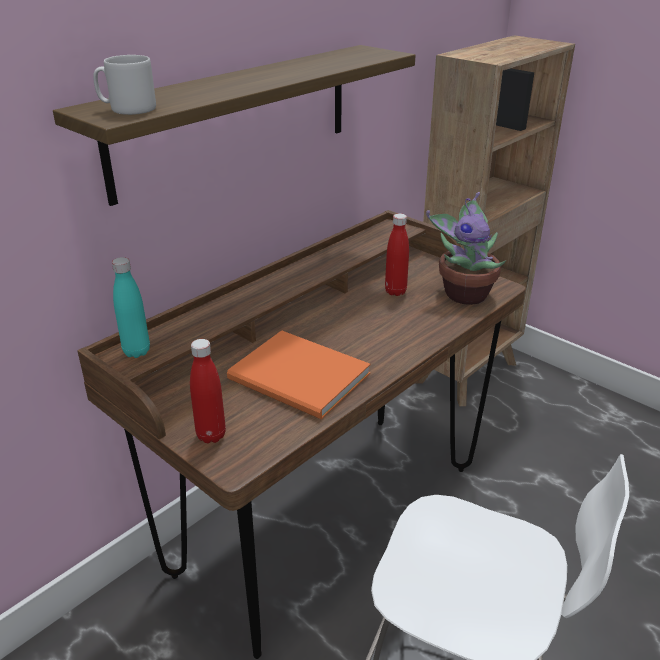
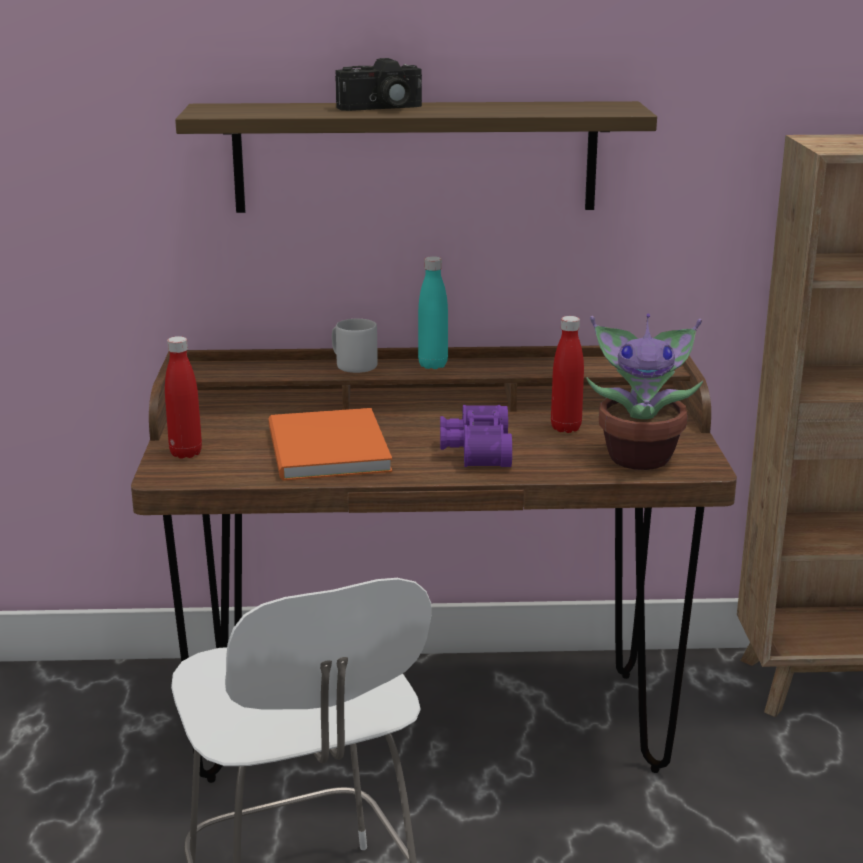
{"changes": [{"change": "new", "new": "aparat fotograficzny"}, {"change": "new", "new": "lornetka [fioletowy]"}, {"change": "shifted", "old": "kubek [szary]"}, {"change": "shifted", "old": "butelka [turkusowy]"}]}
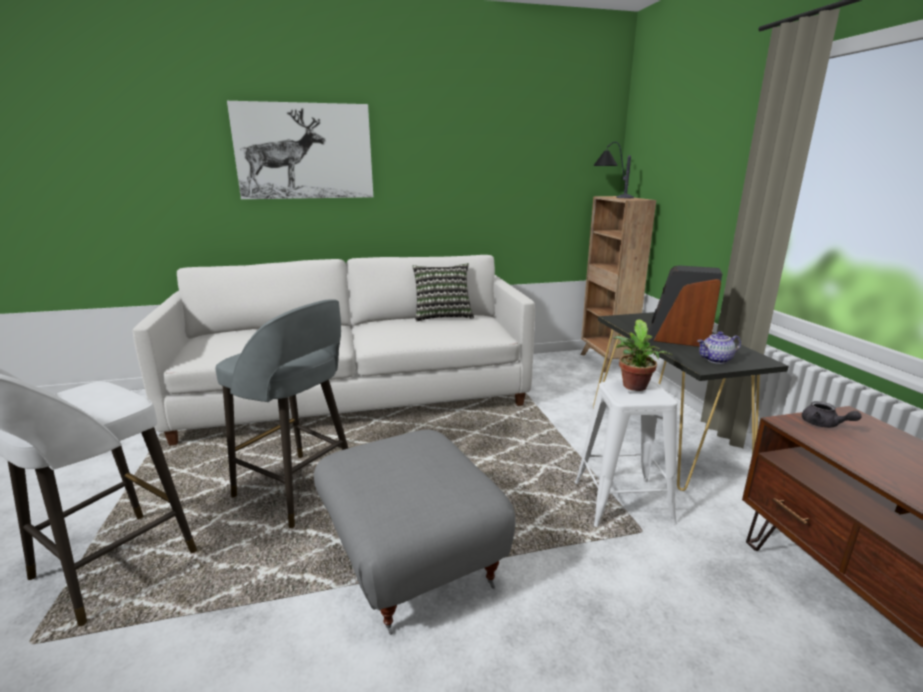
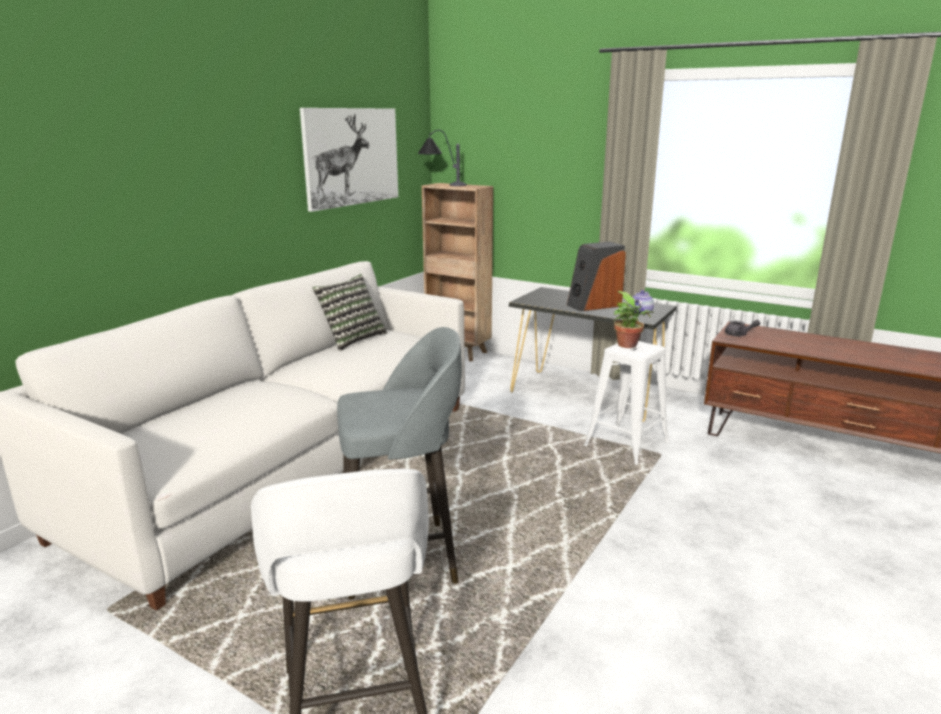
{"changes": [{"change": "gone", "old": "pufa [szary]"}, {"change": "shifted", "old": "obraz"}]}
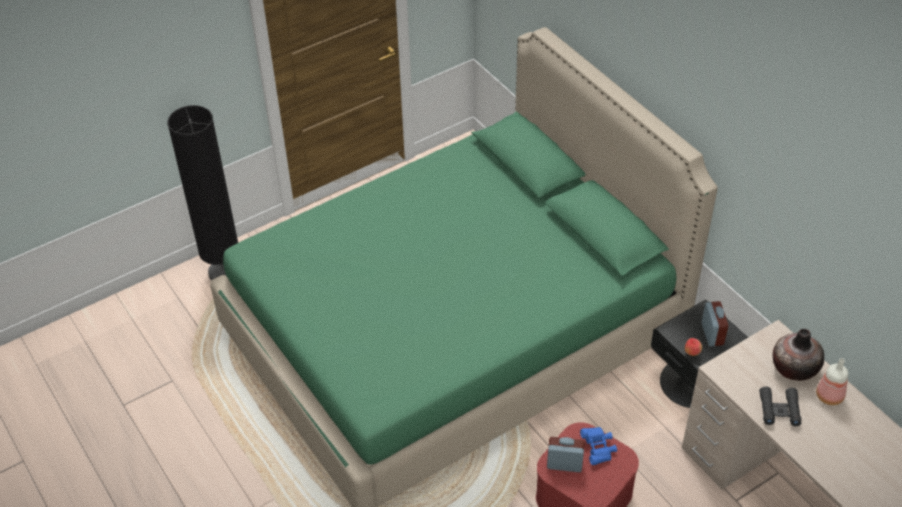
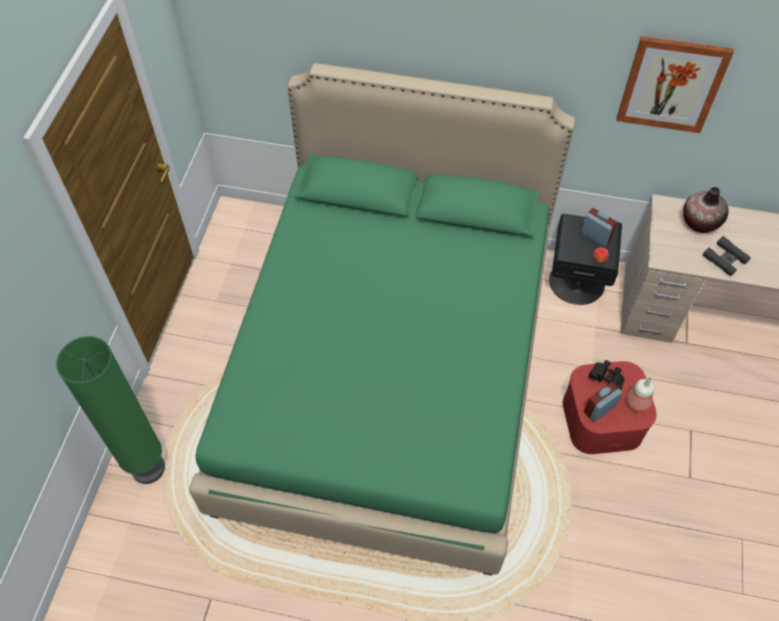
{"changes": [{"change": "new", "new": "obraz"}, {"change": "shifted", "old": "butelka"}, {"change": "repainted", "old": "lampa stojąca [czarny]", "new": "lampa stojąca [zielony]"}, {"change": "repainted", "old": "lornetka [niebieski]", "new": "lornetka [czarny] (no. 1 from left)"}]}
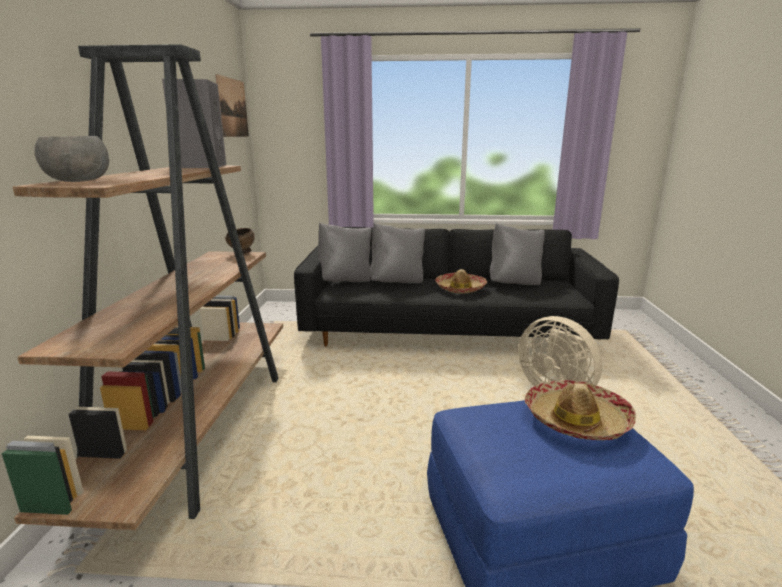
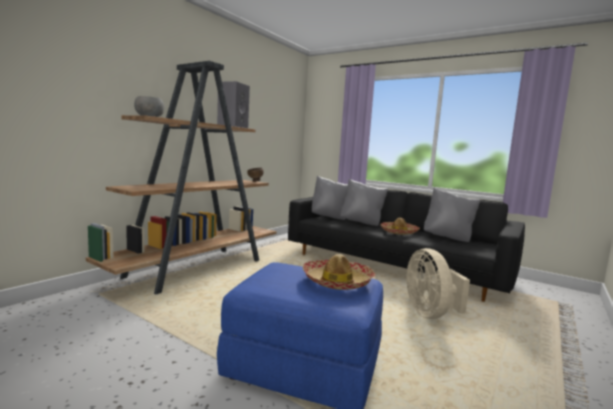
{"changes": [{"change": "gone", "old": "obraz"}]}
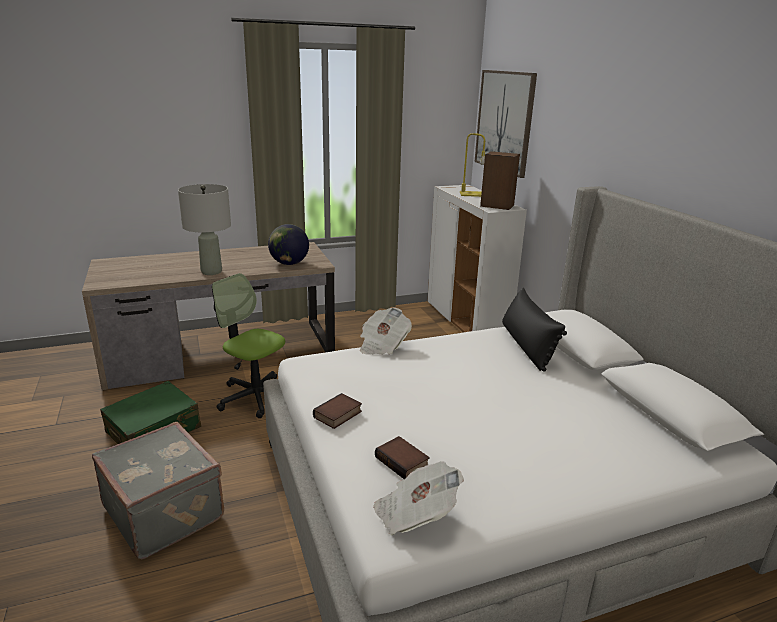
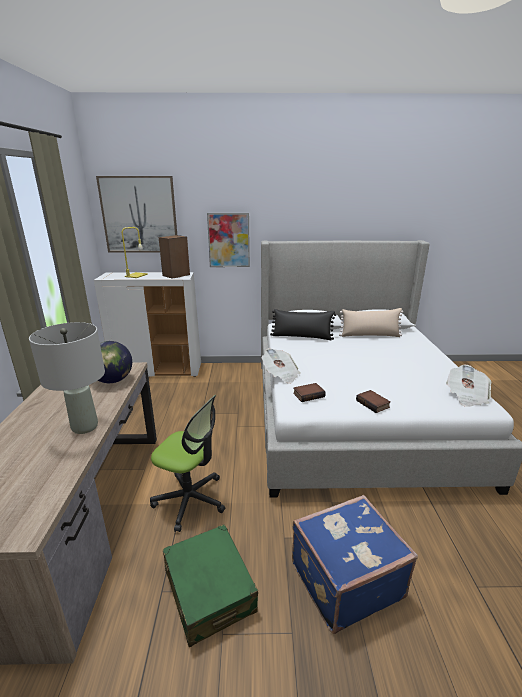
{"changes": [{"change": "new", "new": "obraz (no. 2 from left)"}, {"change": "new", "new": "poduszka [beżowy]"}, {"change": "shifted", "old": "książka (no. 2 from left in the first image)", "new": "książka (no. 1 from left)"}, {"change": "repainted", "old": "walizka [szary]", "new": "walizka [niebieski]"}, {"change": "rotated", "old": "krzesło biurowe", "degrees": -120}]}
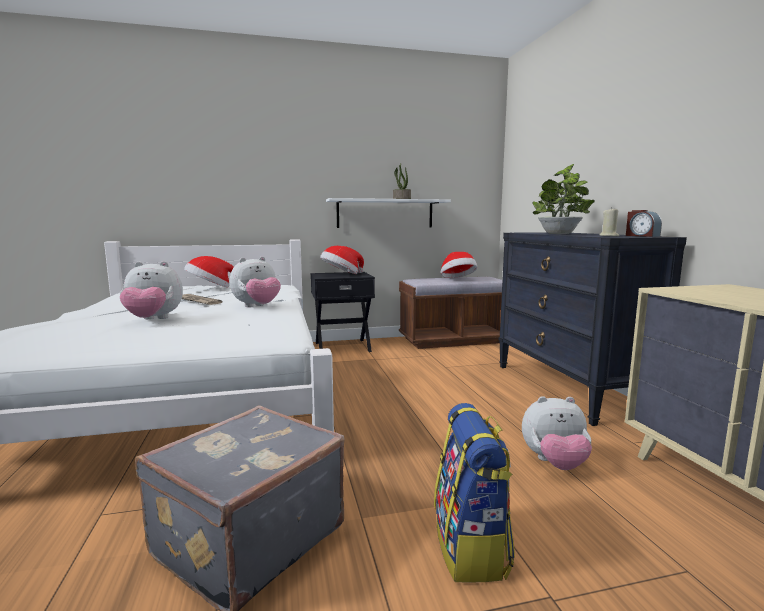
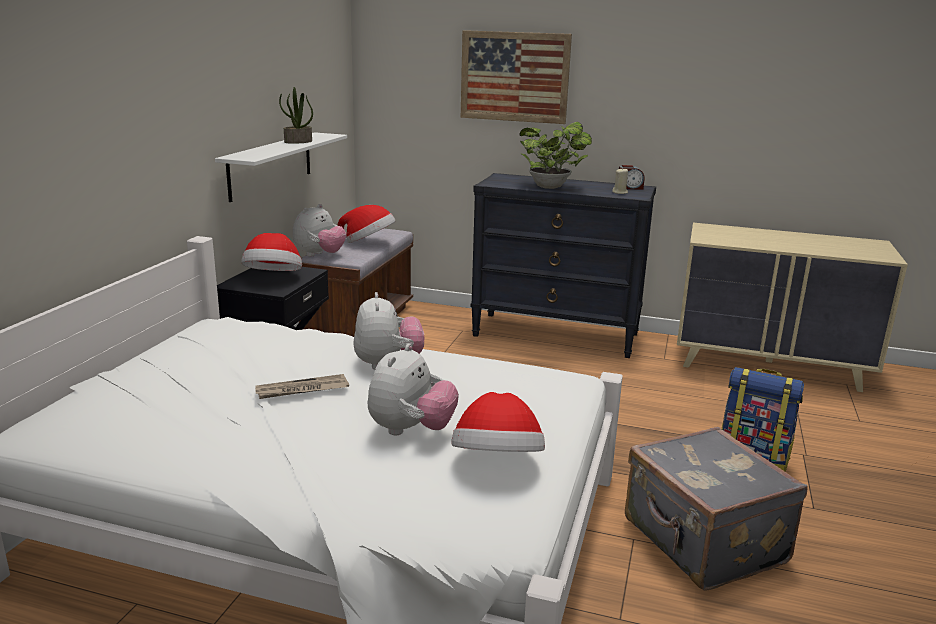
{"changes": [{"change": "new", "new": "obraz"}, {"change": "shifted", "old": "kapelusz (no. 1 from left in the first image)", "new": "kapelusz (no. 3 from left)"}, {"change": "shifted", "old": "pluszak (no. 3 from left in the first image)", "new": "pluszak (no. 1 from left)"}]}
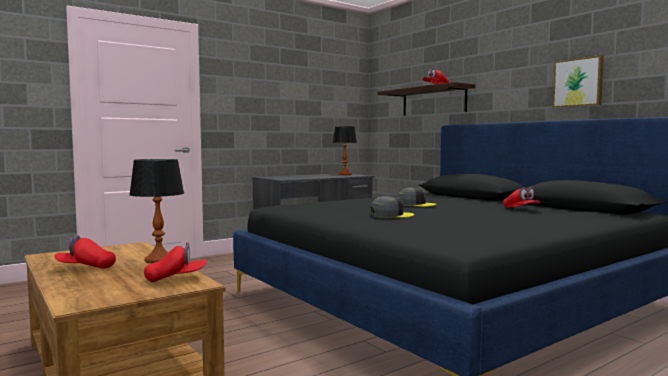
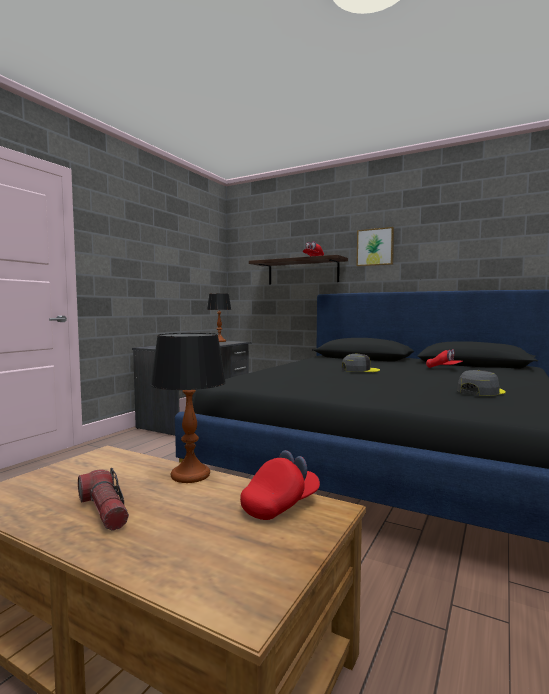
{"changes": [{"change": "shifted", "old": "czapka z daszkiem [szary] (no. 1 from left in the first image)", "new": "czapka z daszkiem [szary] (no. 2 from left)"}, {"change": "shifted", "old": "obraz"}, {"change": "swapped", "old": "czapka z daszkiem [czerwony] (no. 1 from left)", "new": "latarka"}]}
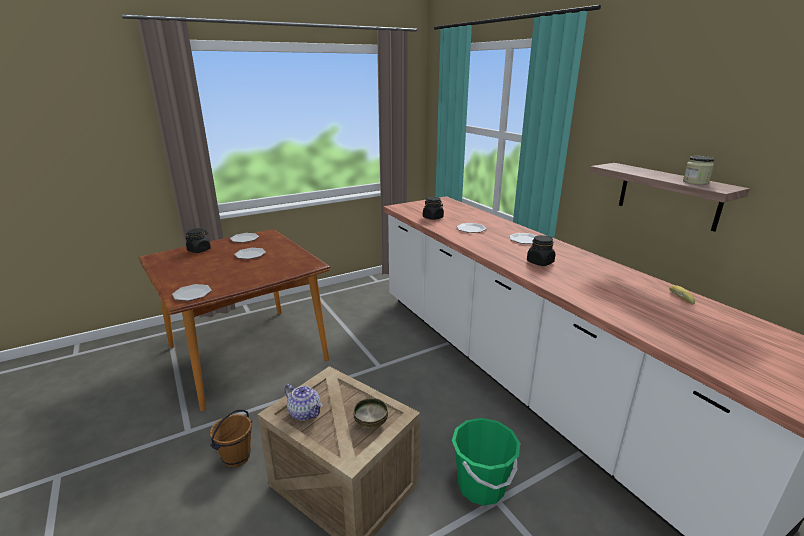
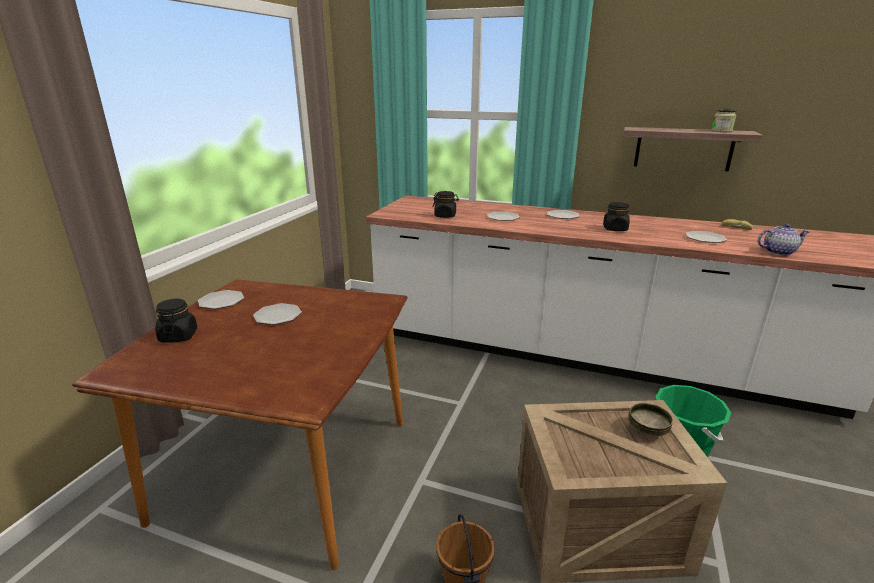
{"changes": [{"change": "shifted", "old": "talerz (no. 1 from left in the first image)", "new": "talerz (no. 5 from left)"}, {"change": "shifted", "old": "imbryk"}]}
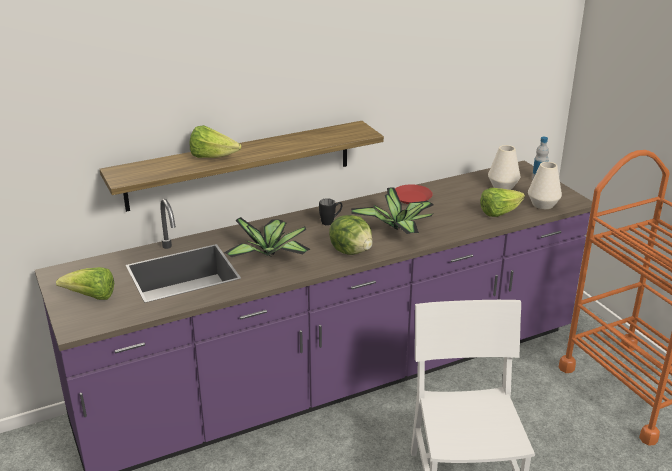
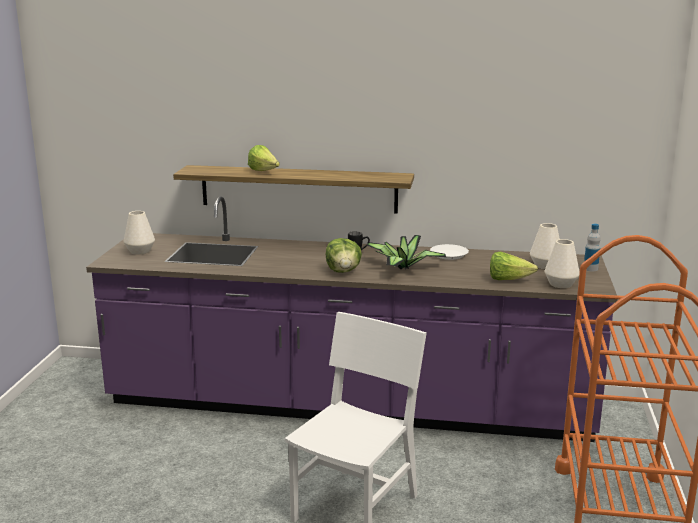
{"changes": [{"change": "gone", "old": "roślina doniczkowa (no. 1 from left)"}, {"change": "swapped", "old": "sałata (no. 1 from left)", "new": "wazon [biały] (no. 1 from left)"}, {"change": "repainted", "old": "talerz [czerwony]", "new": "talerz [biały]"}]}
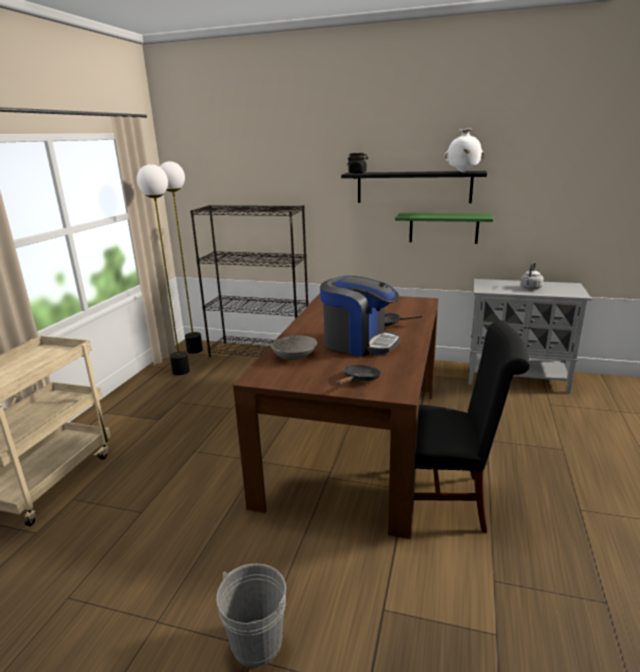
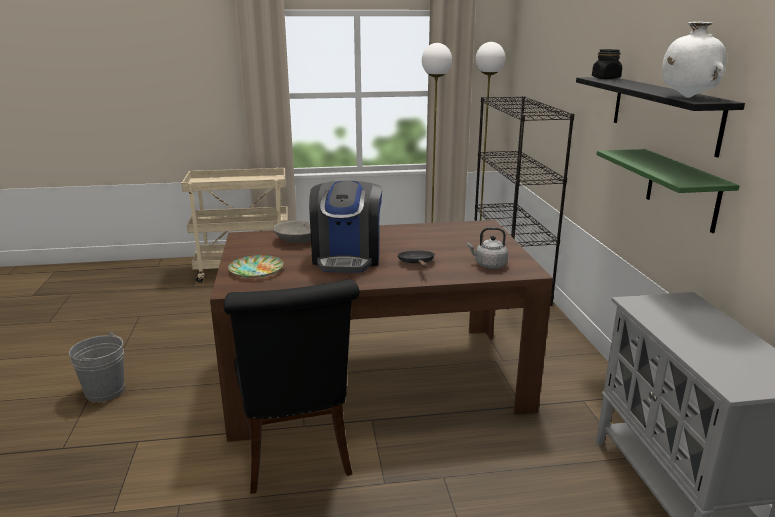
{"changes": [{"change": "shifted", "old": "czajnik [szary]"}, {"change": "swapped", "old": "patelnia [czarny] (no. 1 from left)", "new": "talerz"}]}
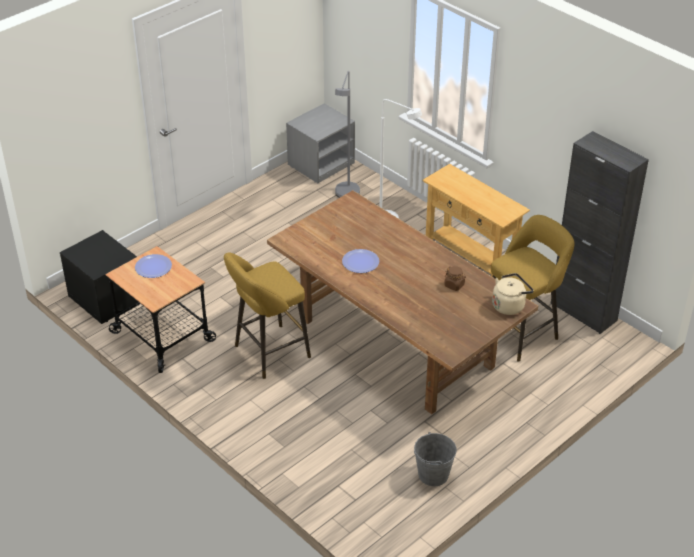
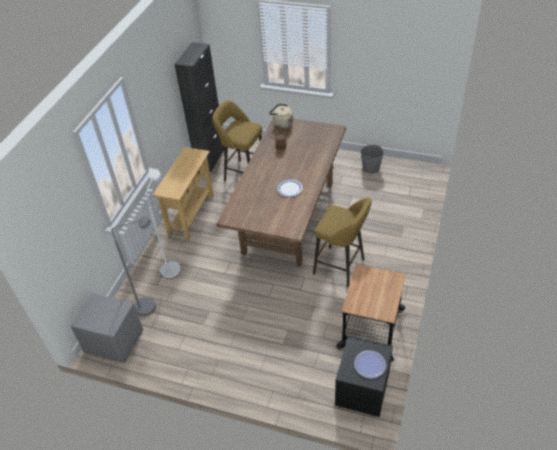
{"changes": [{"change": "shifted", "old": "talerz (no. 1 from left in the first image)", "new": "talerz (no. 2 from left)"}]}
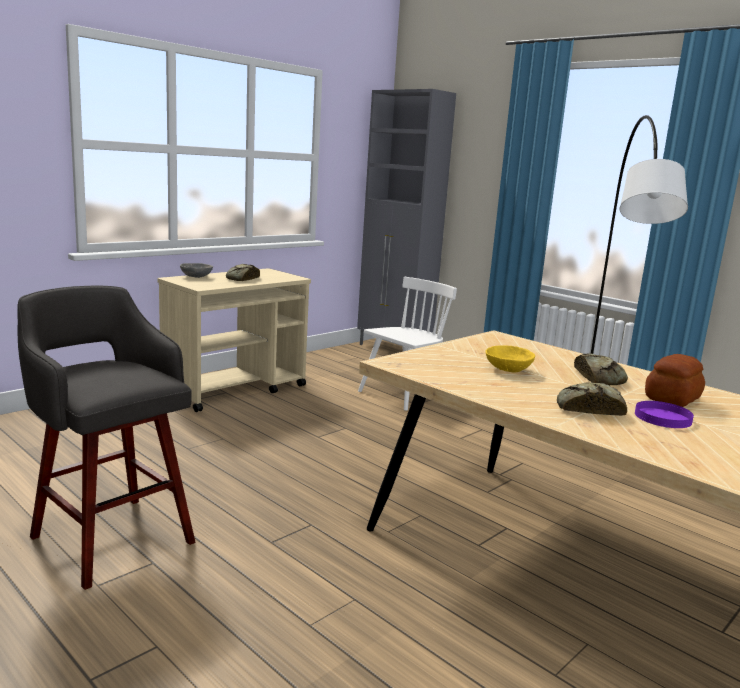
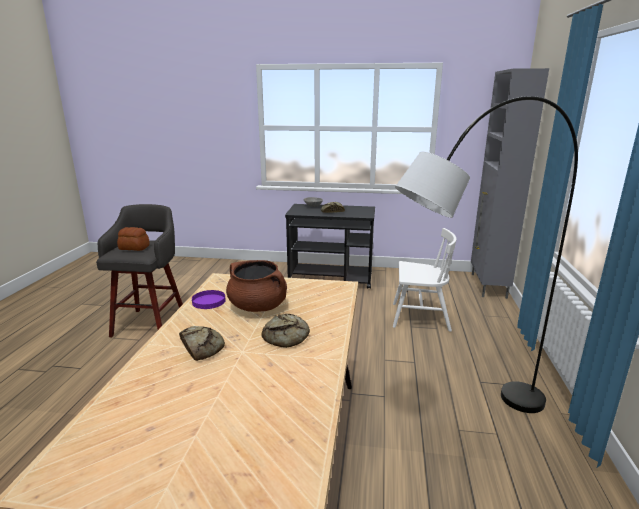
{"changes": [{"change": "shifted", "old": "talerz [fioletowy]"}, {"change": "shifted", "old": "chleb (no. 4 from left in the first image)", "new": "chleb (no. 1 from left)"}, {"change": "swapped", "old": "miska [żółty]", "new": "garnek [brązowy]"}, {"change": "repainted", "old": "wózek [beżowy]", "new": "wózek [czarny]"}]}
